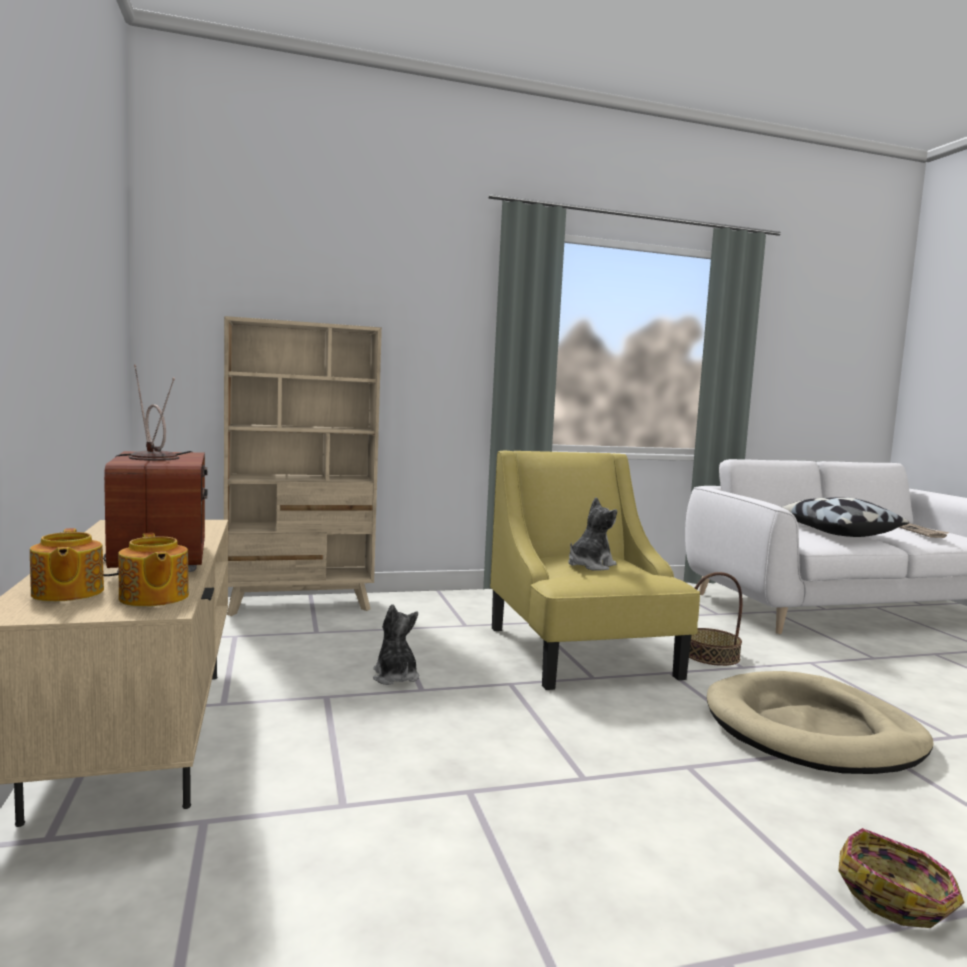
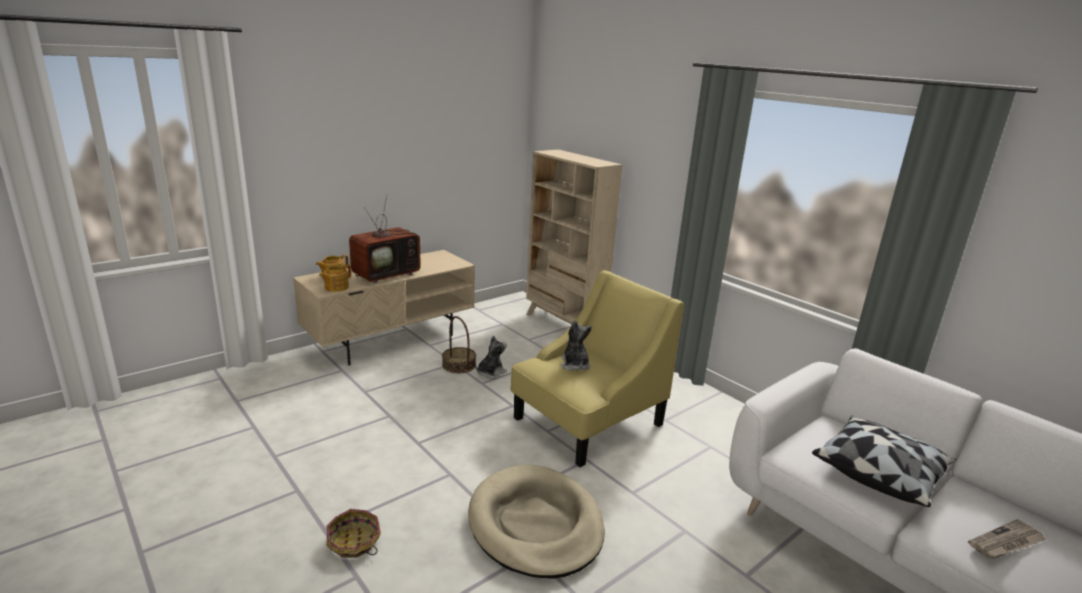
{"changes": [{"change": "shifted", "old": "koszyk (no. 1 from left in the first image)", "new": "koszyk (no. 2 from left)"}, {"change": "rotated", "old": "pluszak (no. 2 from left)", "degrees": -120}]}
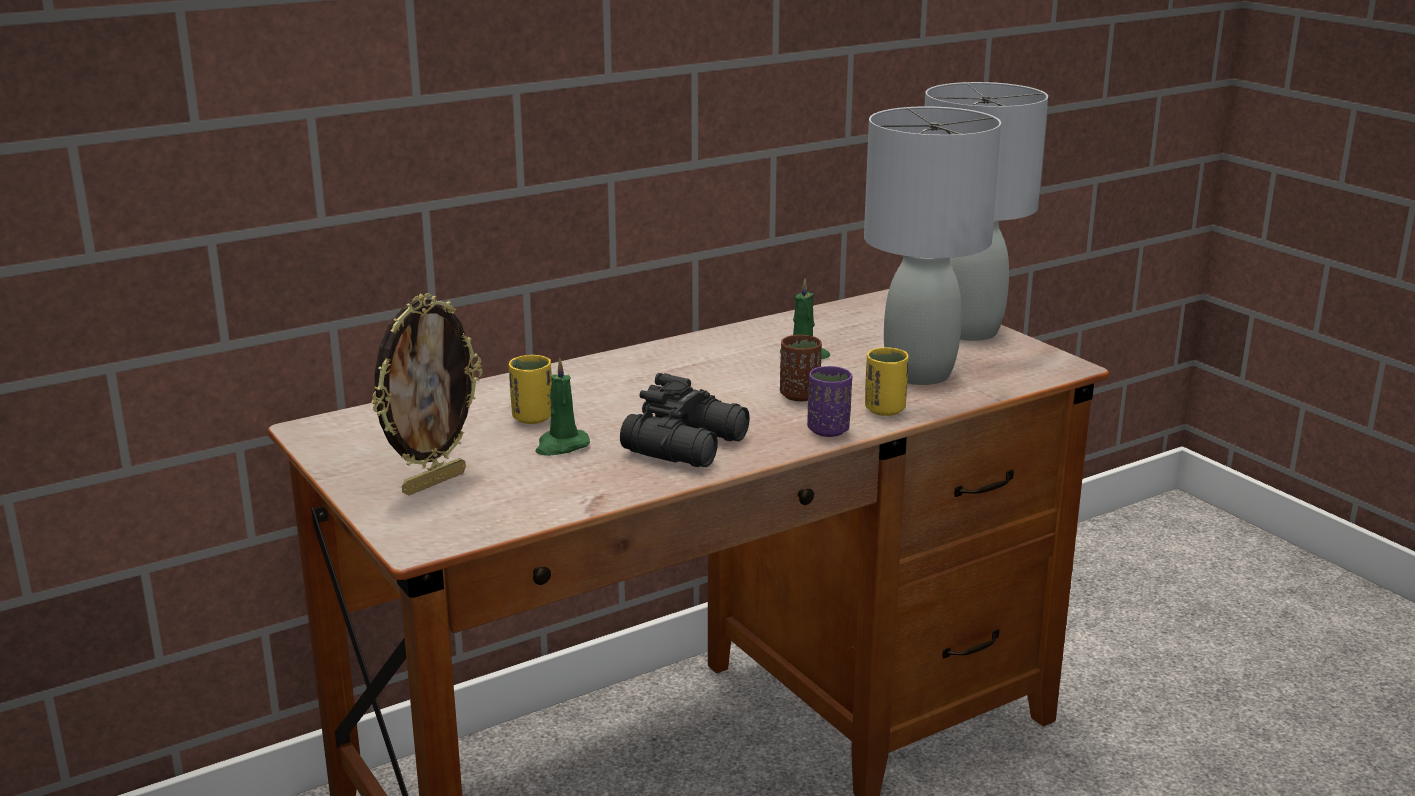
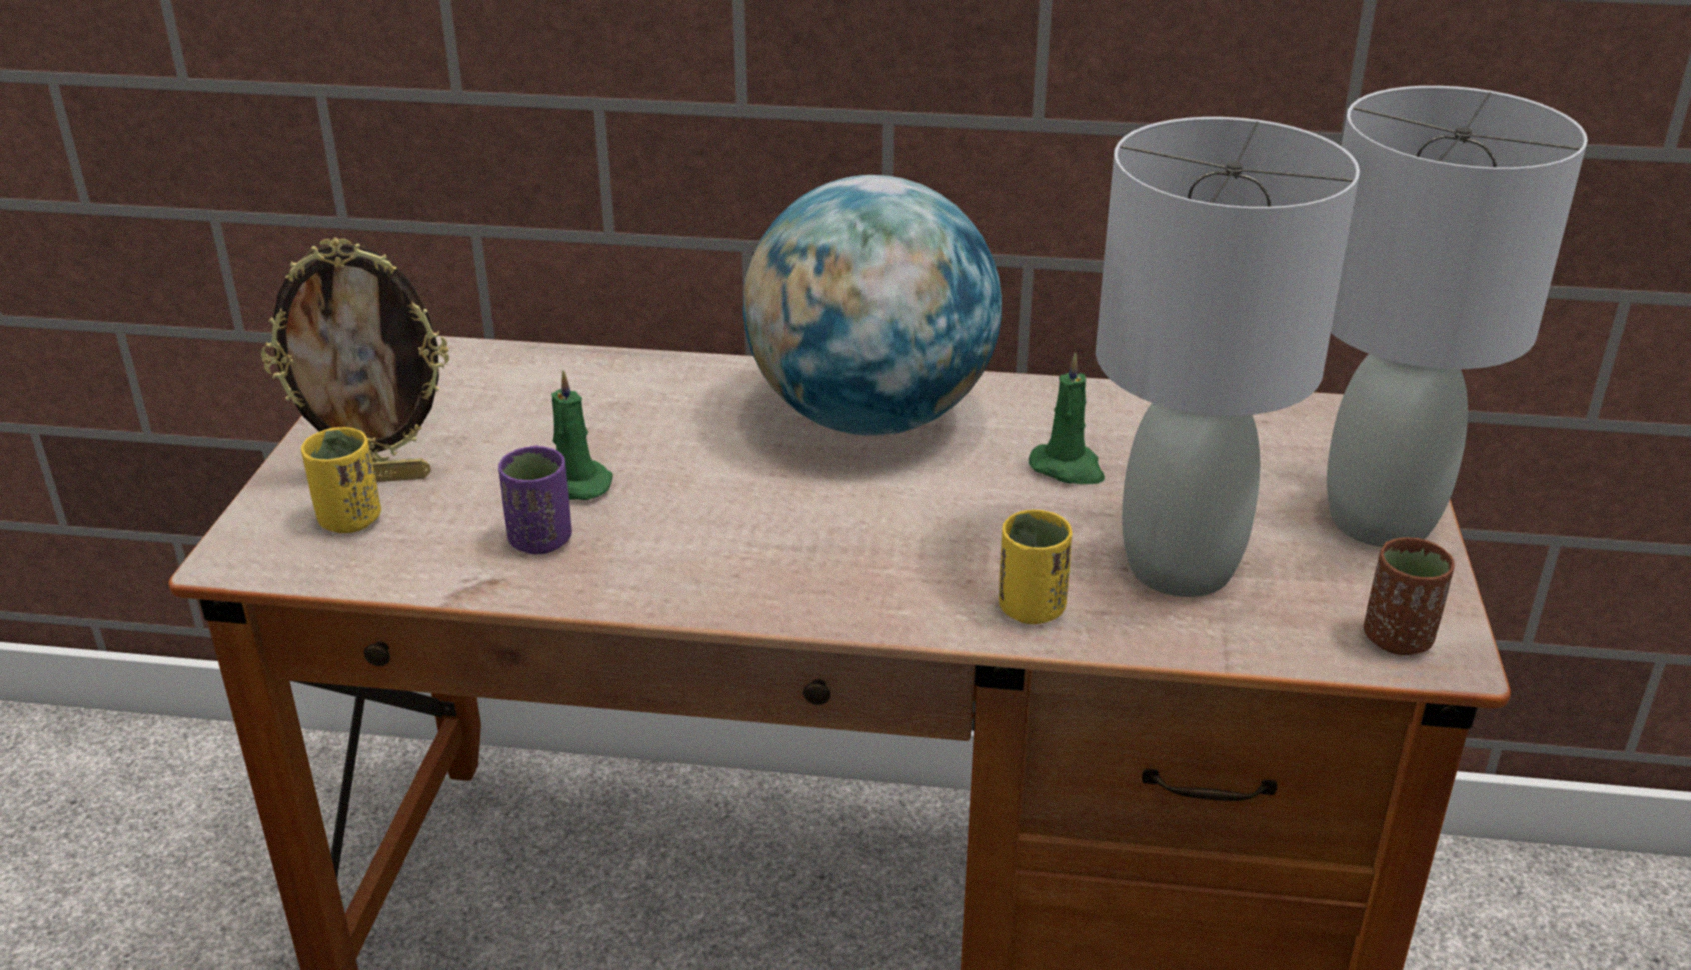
{"changes": [{"change": "gone", "old": "lornetka [czarny]"}, {"change": "new", "new": "globus"}, {"change": "shifted", "old": "filiżanka [żółty] (no. 1 from left)"}, {"change": "shifted", "old": "filiżanka [brązowy]"}, {"change": "shifted", "old": "filiżanka [fioletowy]"}]}
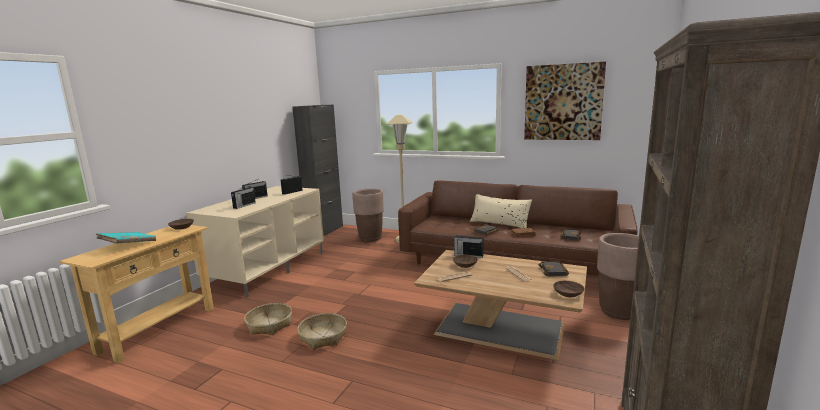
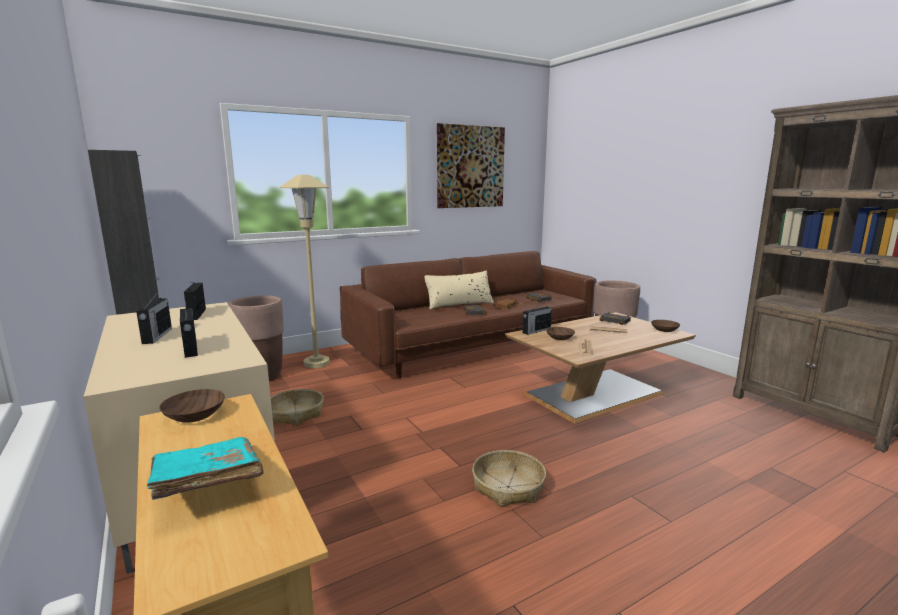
{"changes": [{"change": "shifted", "old": "koszyk (no. 1 from left)"}]}
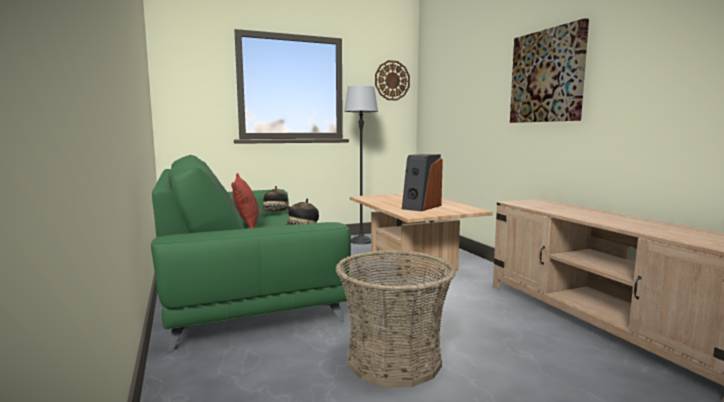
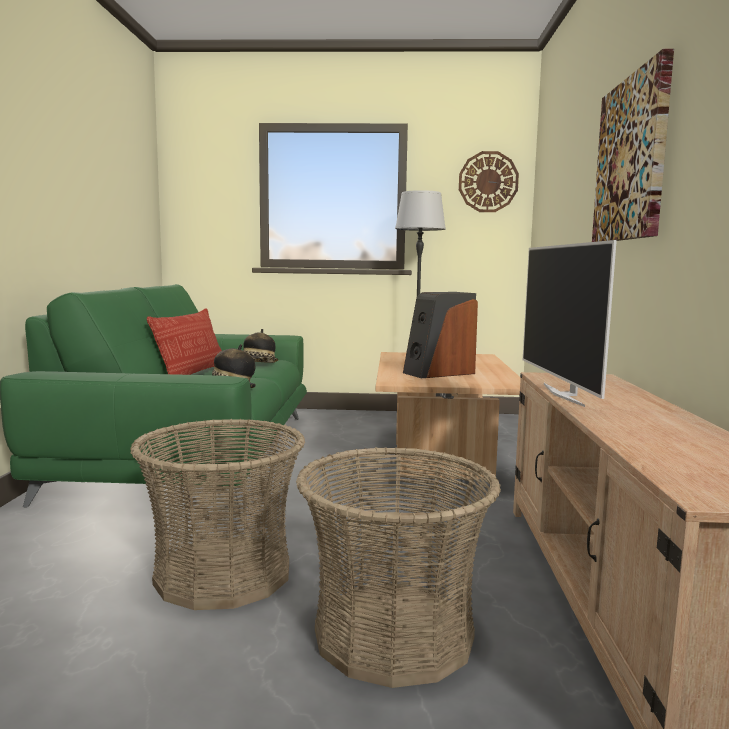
{"changes": [{"change": "new", "new": "koszyk (no. 2 from left)"}, {"change": "new", "new": "telewizor"}]}
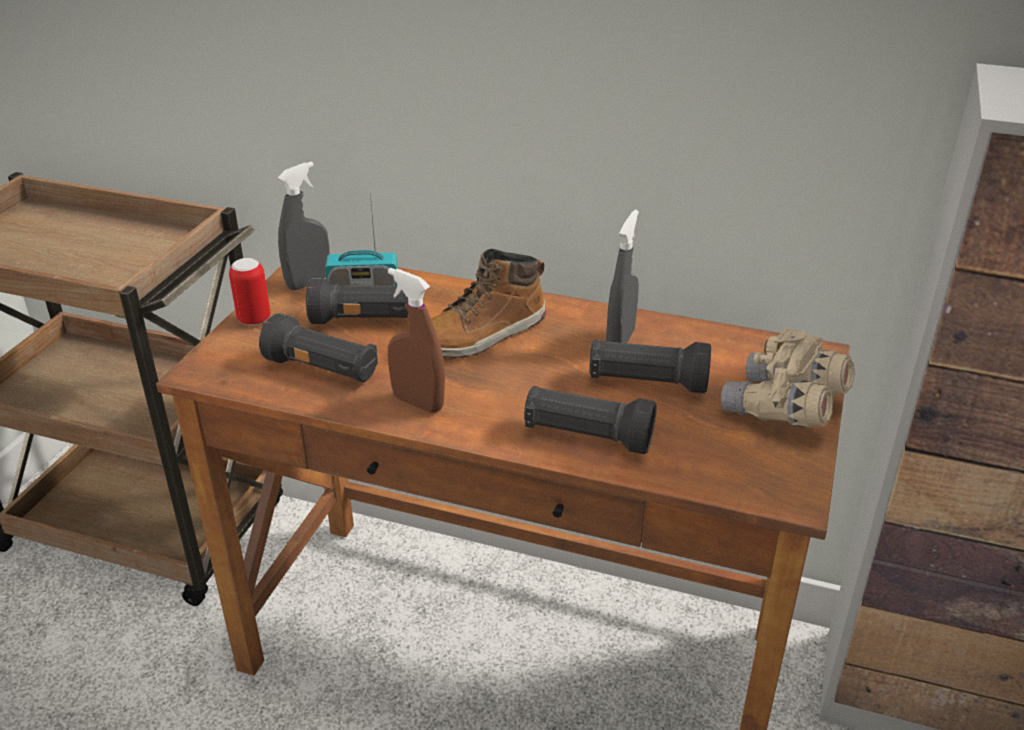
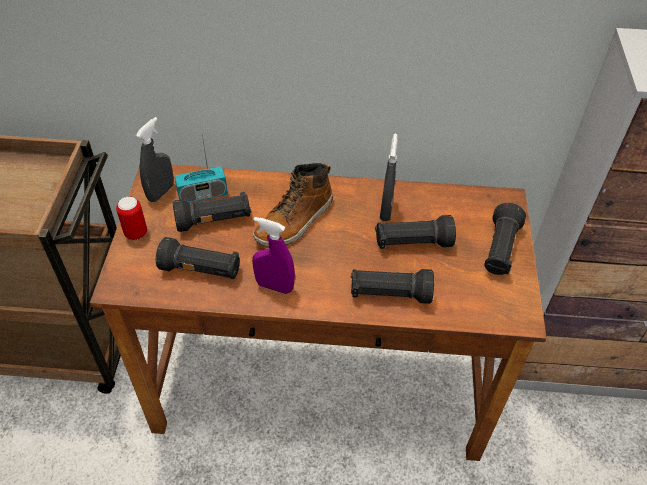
{"changes": [{"change": "swapped", "old": "lornetka [beżowy]", "new": "latarka [czarny] (no. 5 from left)"}, {"change": "repainted", "old": "spryskiwacz [brązowy]", "new": "spryskiwacz [fioletowy]"}]}
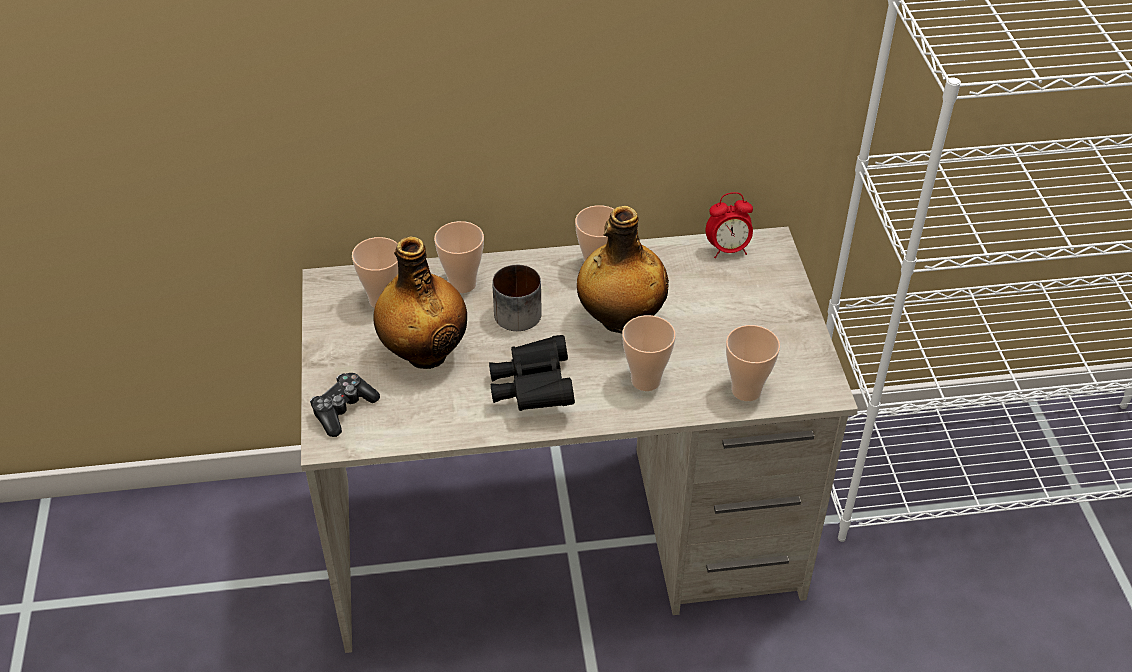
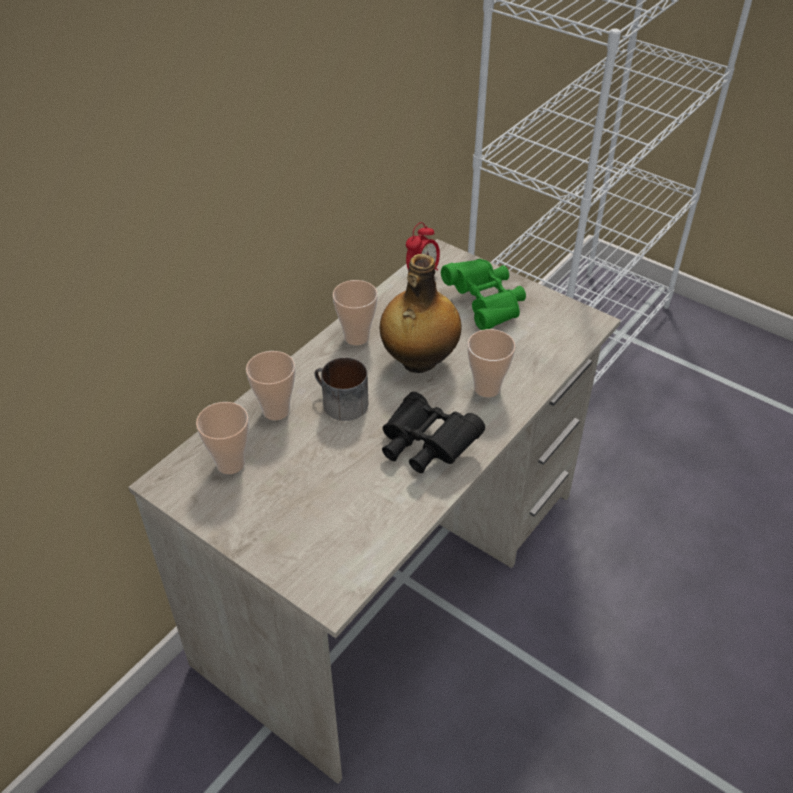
{"changes": [{"change": "gone", "old": "pad do gier"}, {"change": "gone", "old": "butelka (no. 1 from left)"}, {"change": "gone", "old": "filiżanka (no. 5 from left)"}, {"change": "new", "new": "lornetka [zielony]"}]}
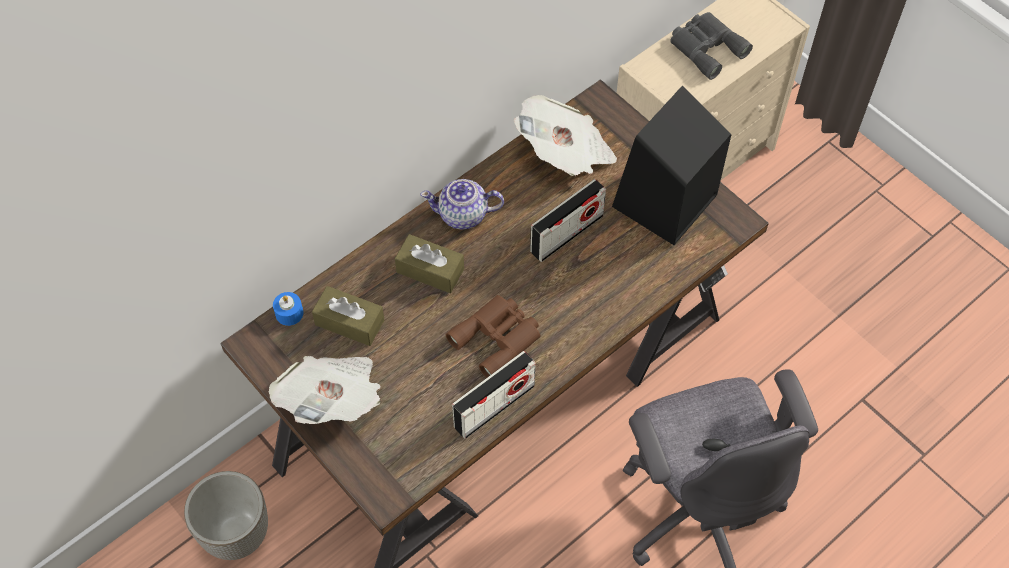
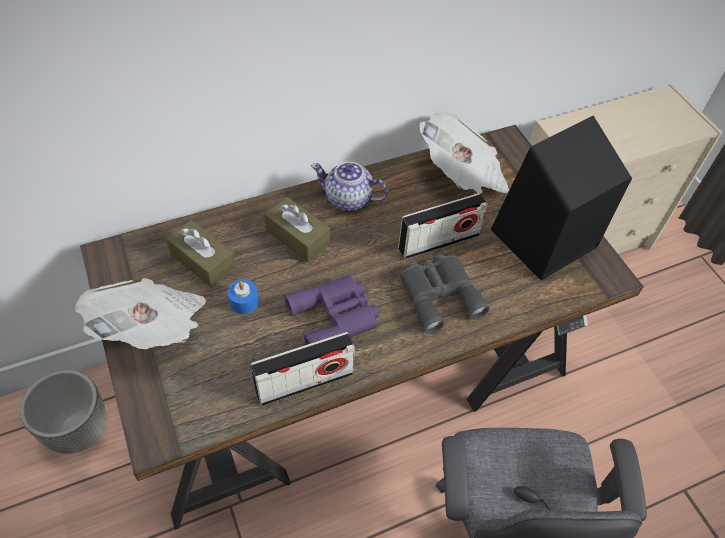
{"changes": [{"change": "shifted", "old": "świeca [niebieski]"}, {"change": "shifted", "old": "lornetka [szary]"}, {"change": "repainted", "old": "lornetka [brązowy]", "new": "lornetka [fioletowy]"}]}
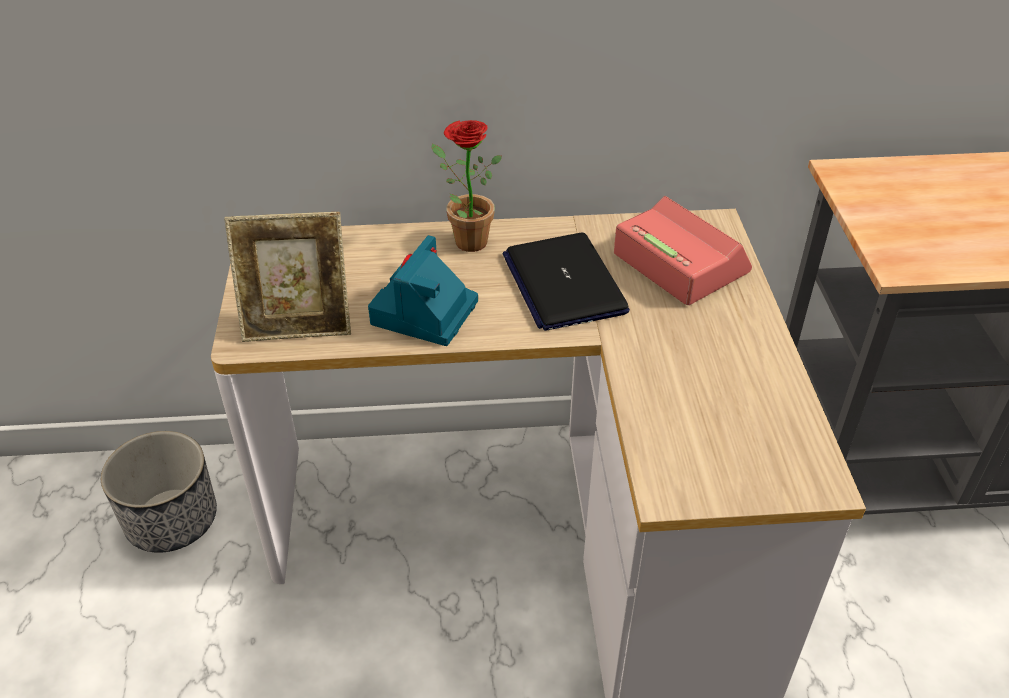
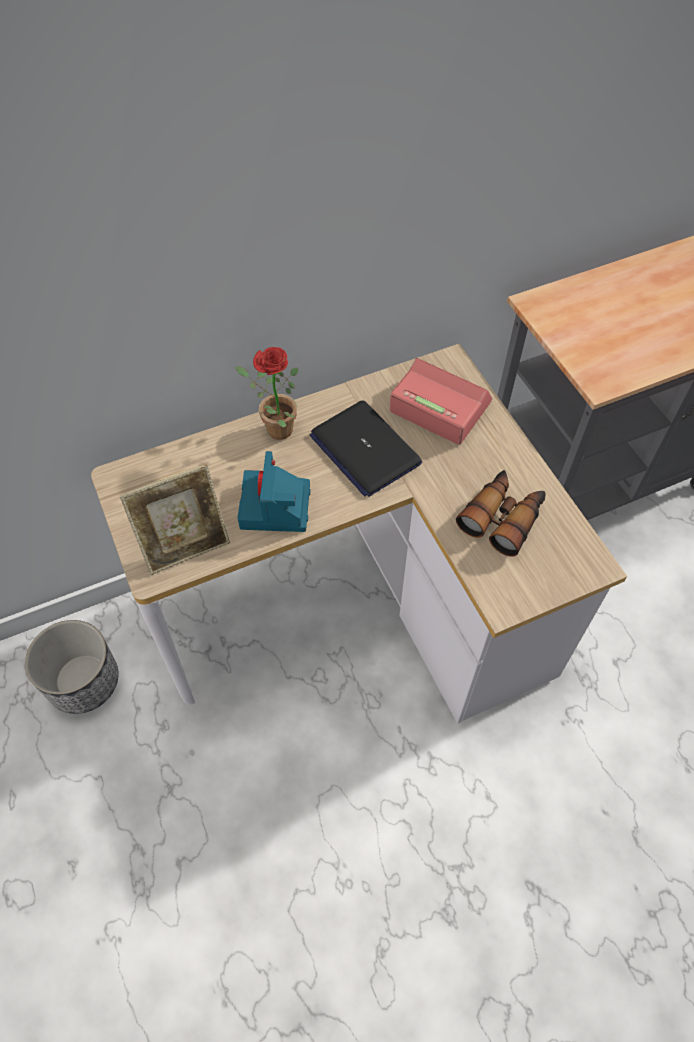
{"changes": [{"change": "new", "new": "lornetka"}]}
